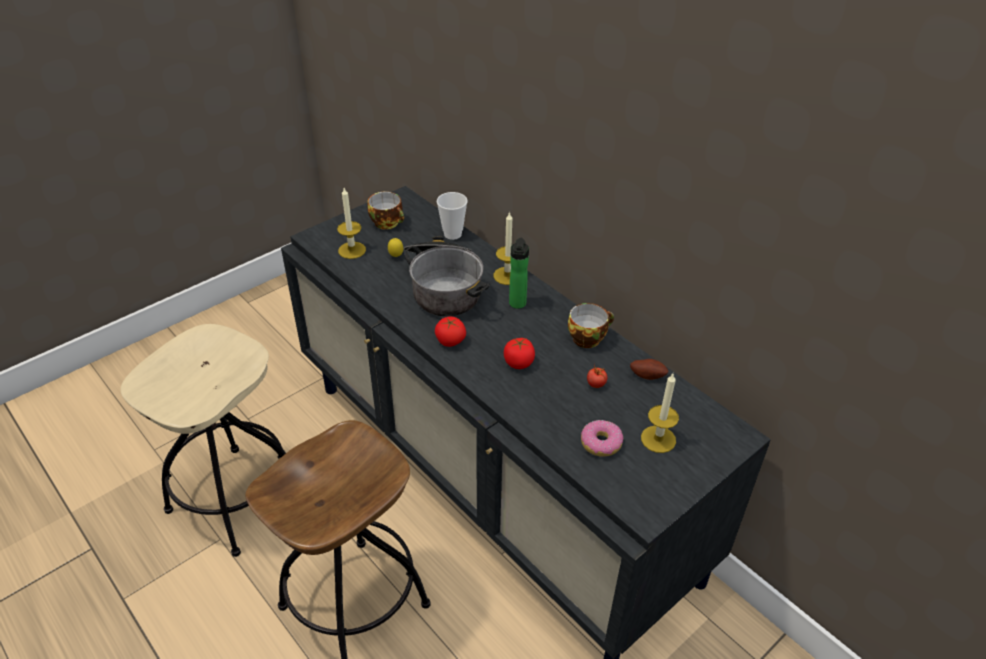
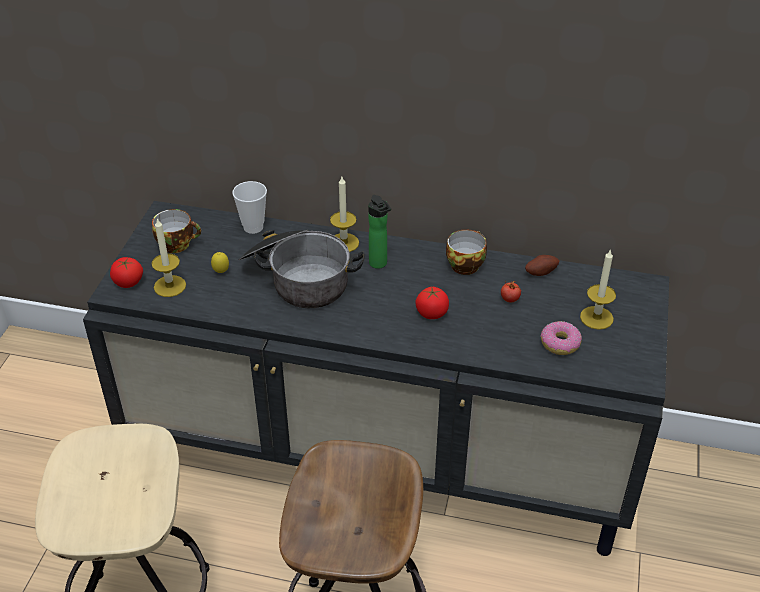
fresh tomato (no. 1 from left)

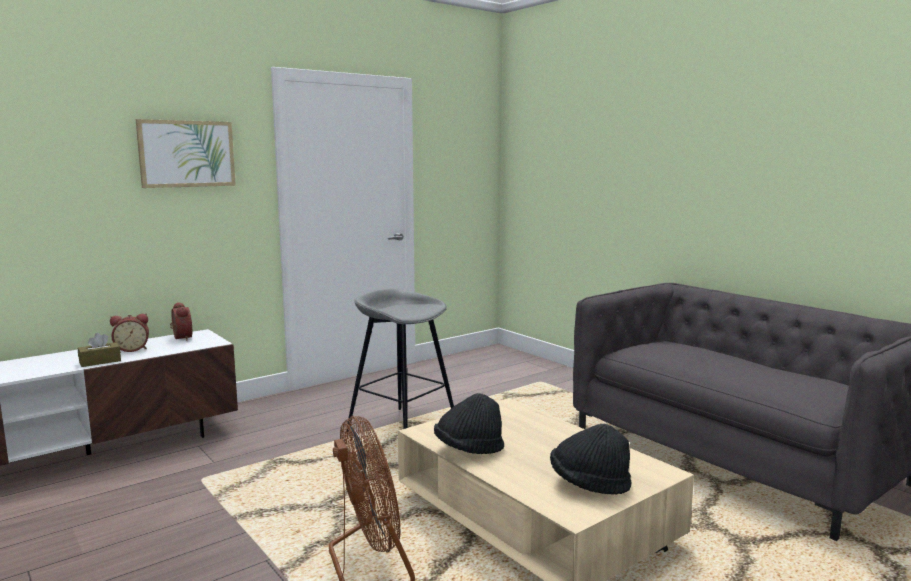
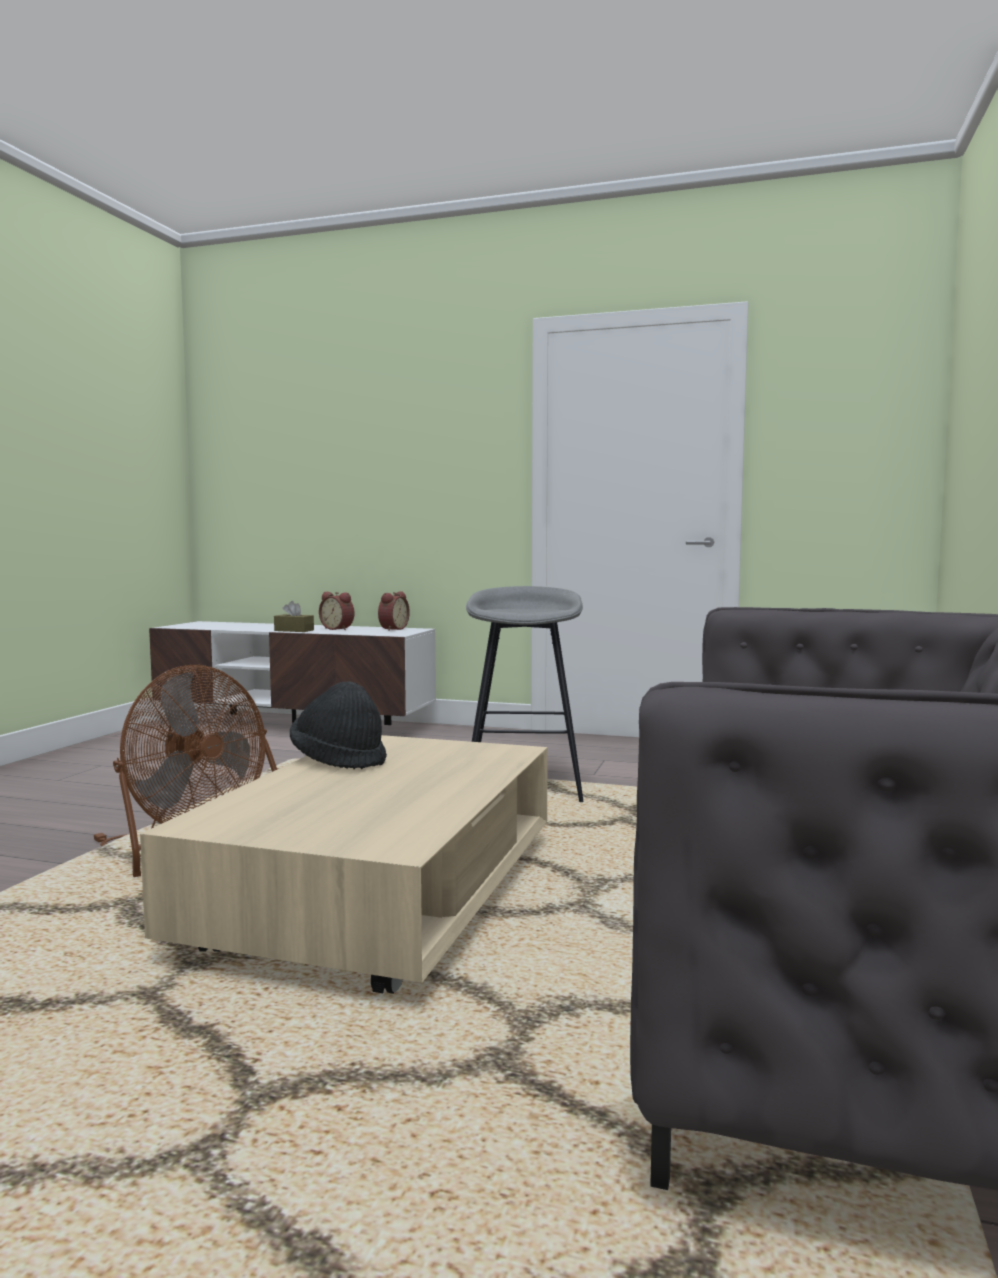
picture
black-coloured clothing hat (no. 2 from left in the first image)

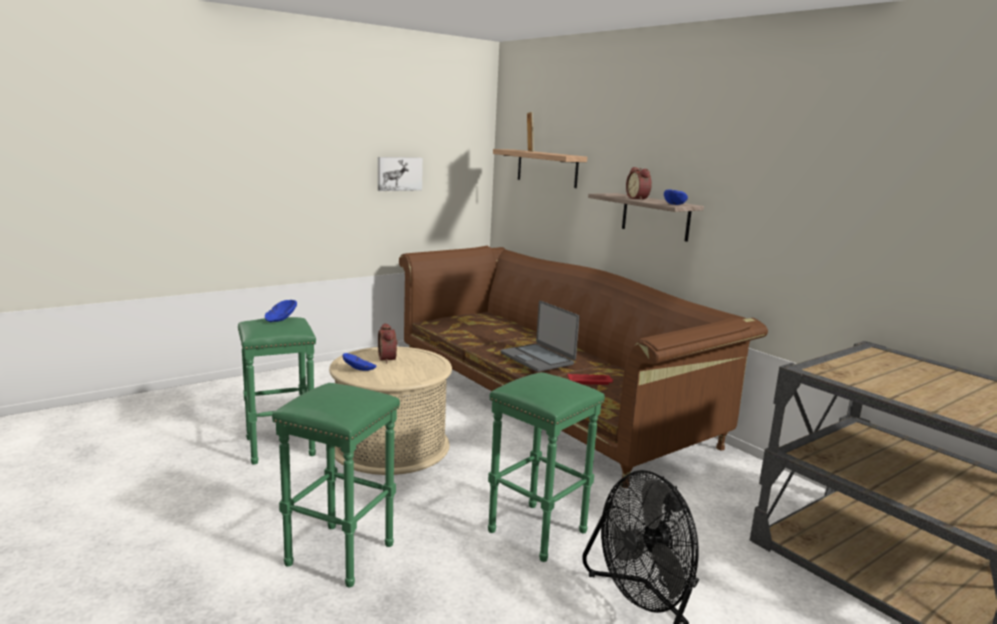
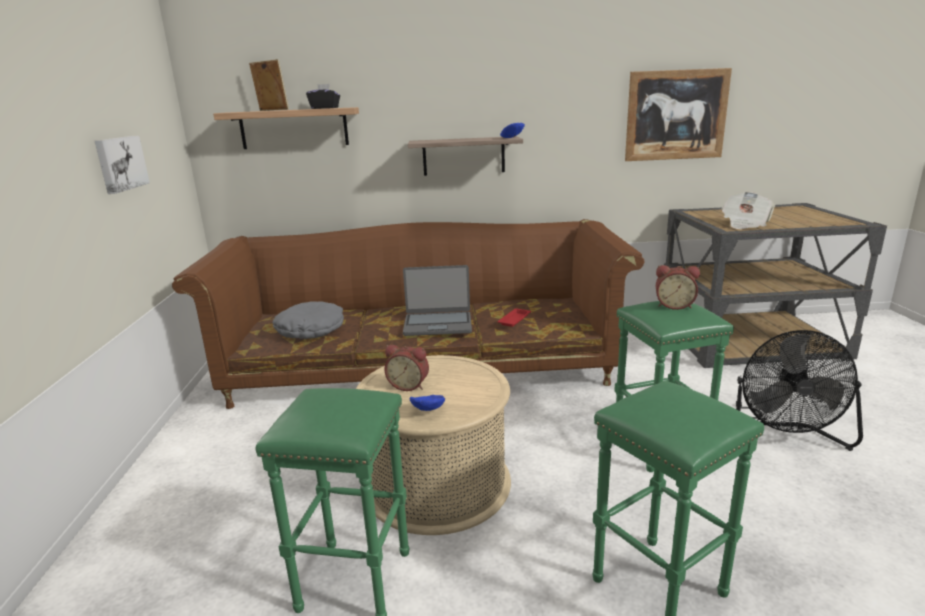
bluish serving bowl (no. 1 from left in the first image)
gray pillow
black-coloured tissue holder
picture (no. 2 from left)
daily paper
alarm clock (no. 2 from left)

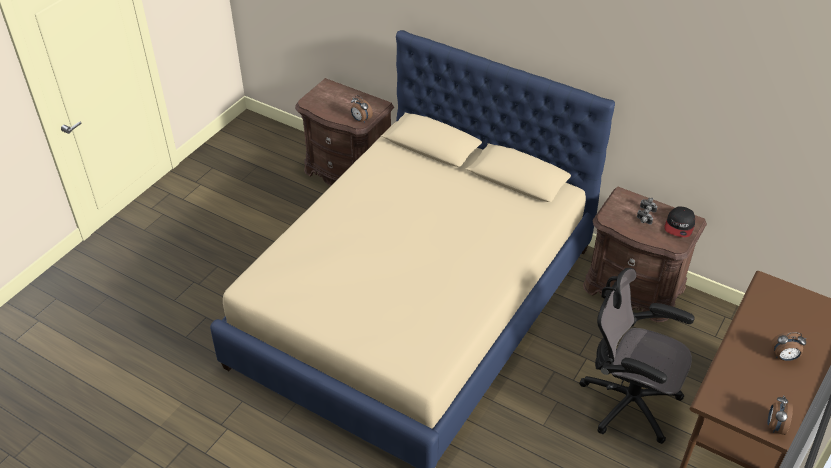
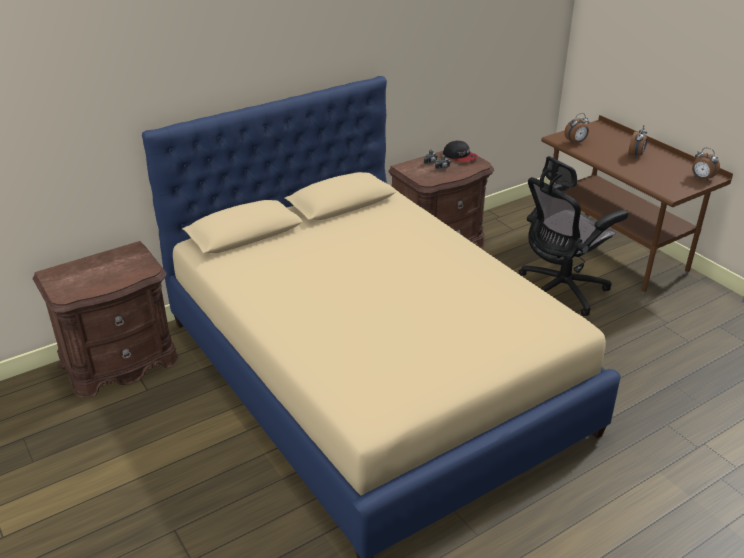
alarm clock (no. 1 from left)

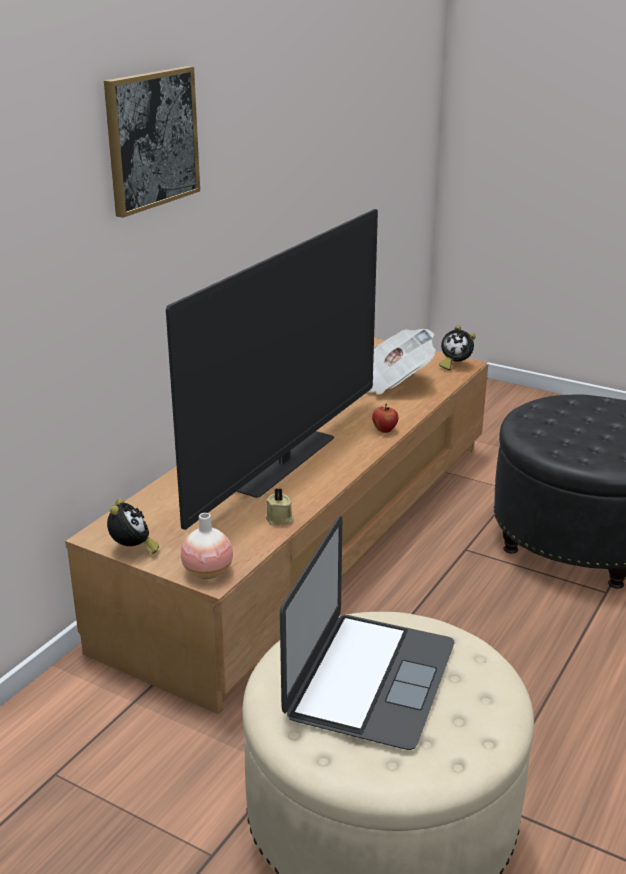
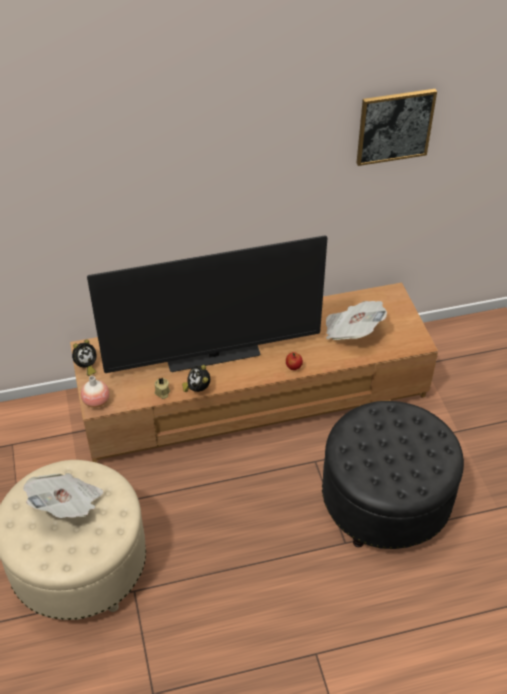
picture
alarm clock (no. 2 from left)
daily paper (no. 1 from left)

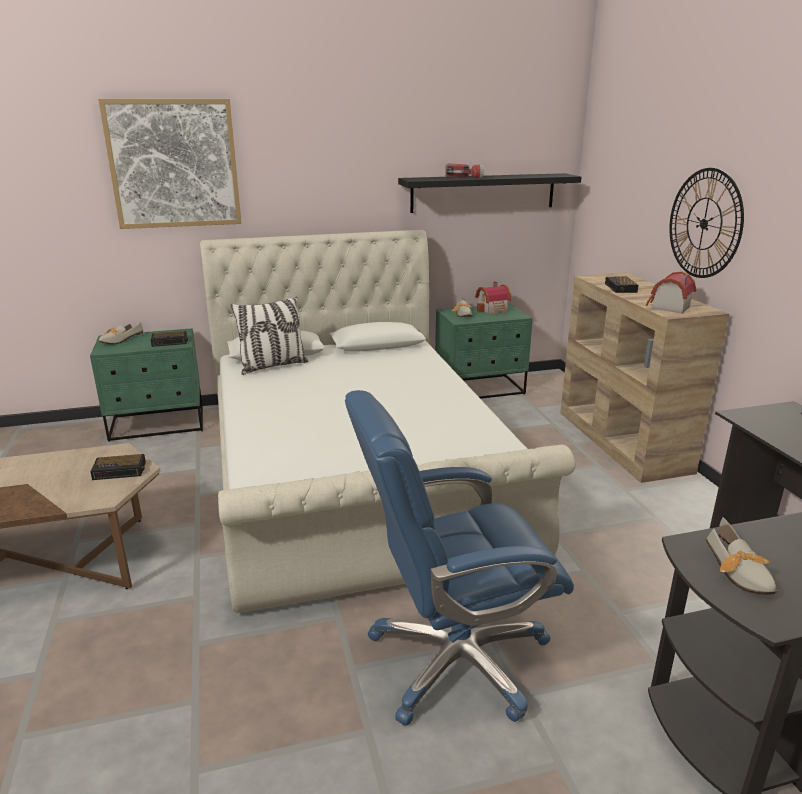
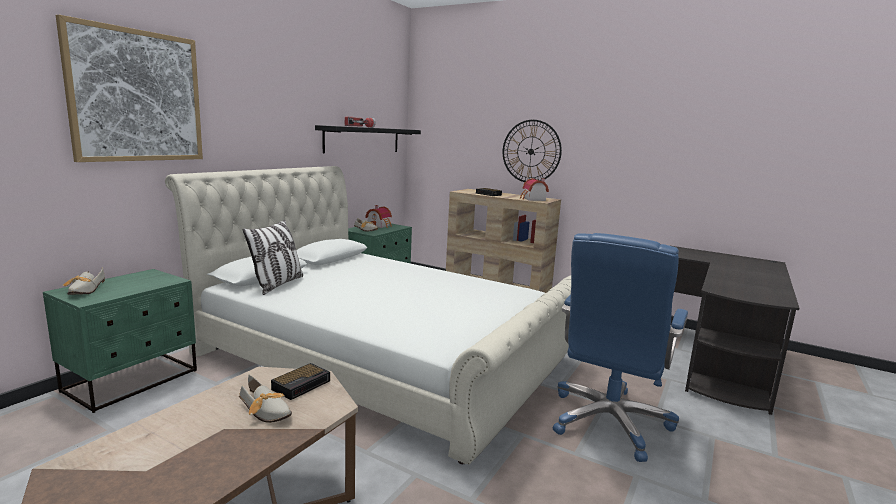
alarm clock (no. 2 from left in the first image)
item of footwear (no. 2 from left)

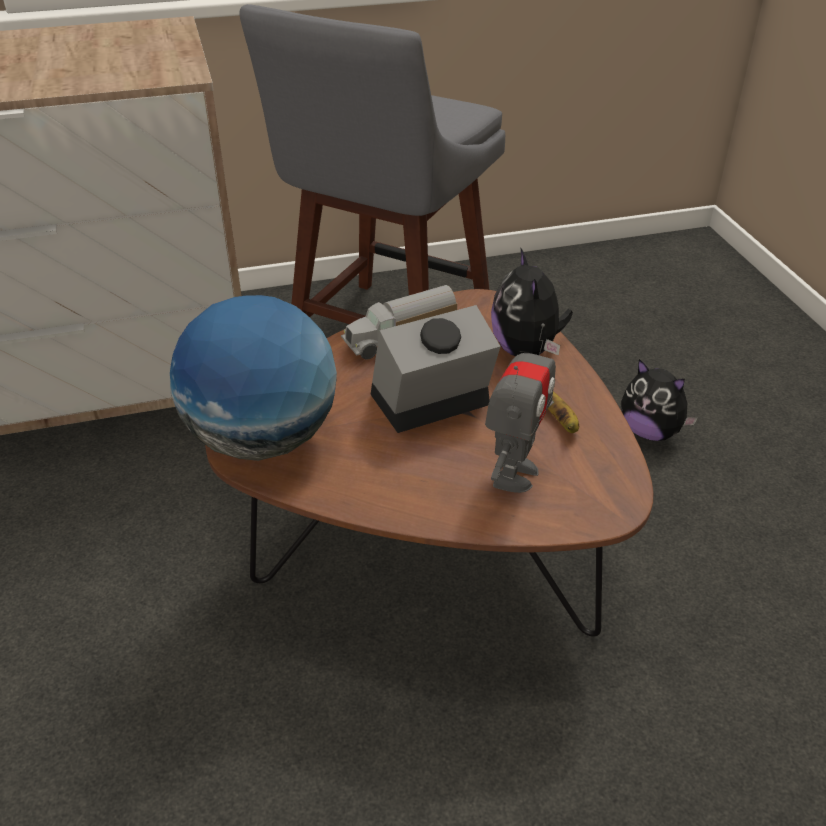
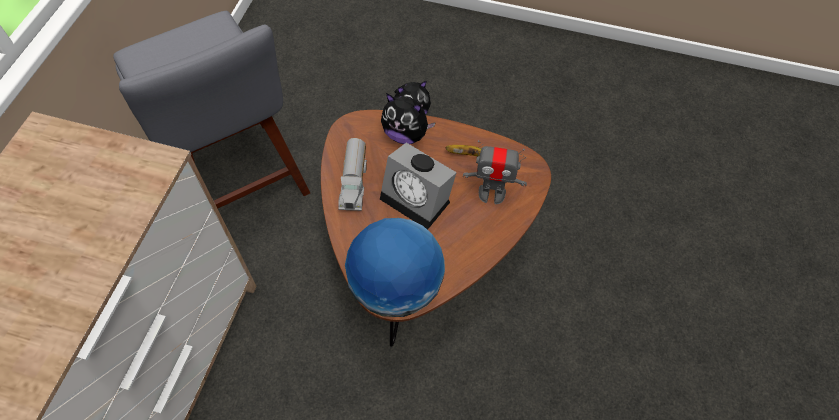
alarm clock
robot figure

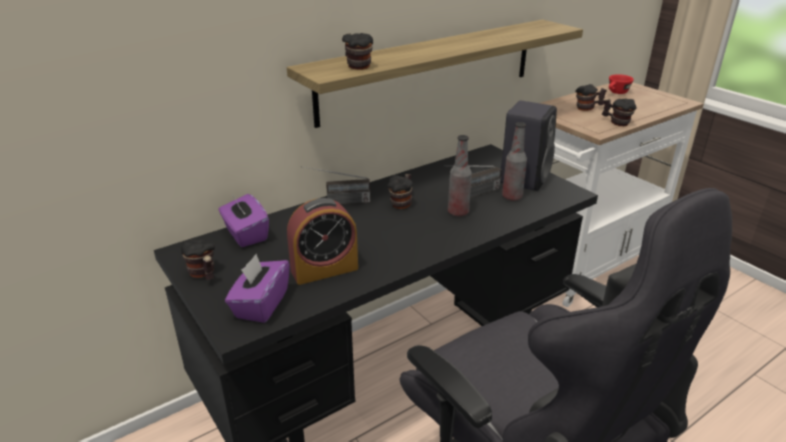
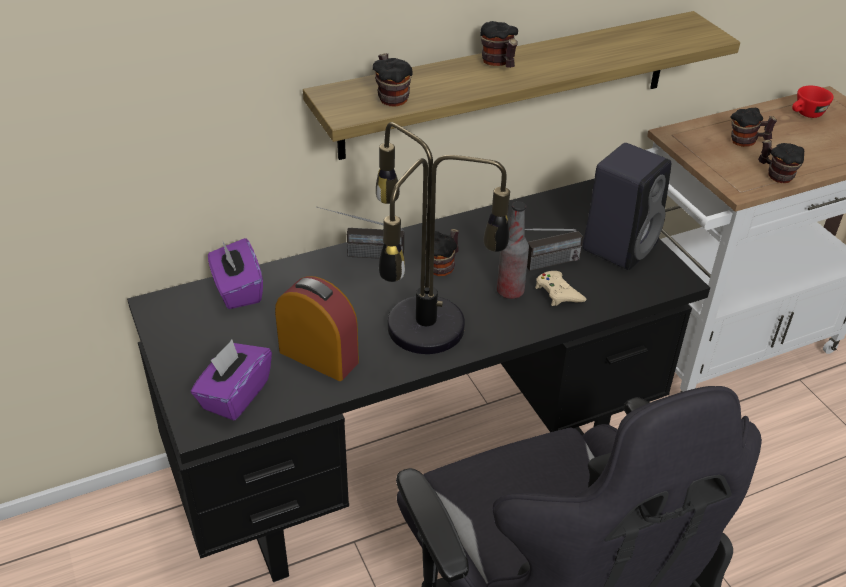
drink bottle (no. 2 from left in the first image)
tabletop lamp
sand-coloured game controller
mug (no. 3 from left)
alarm clock

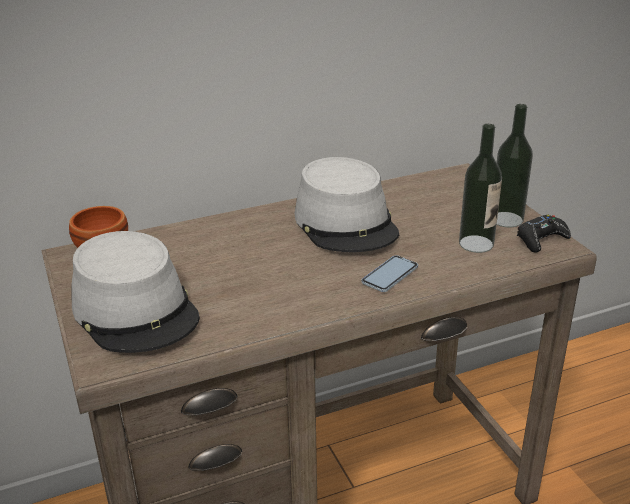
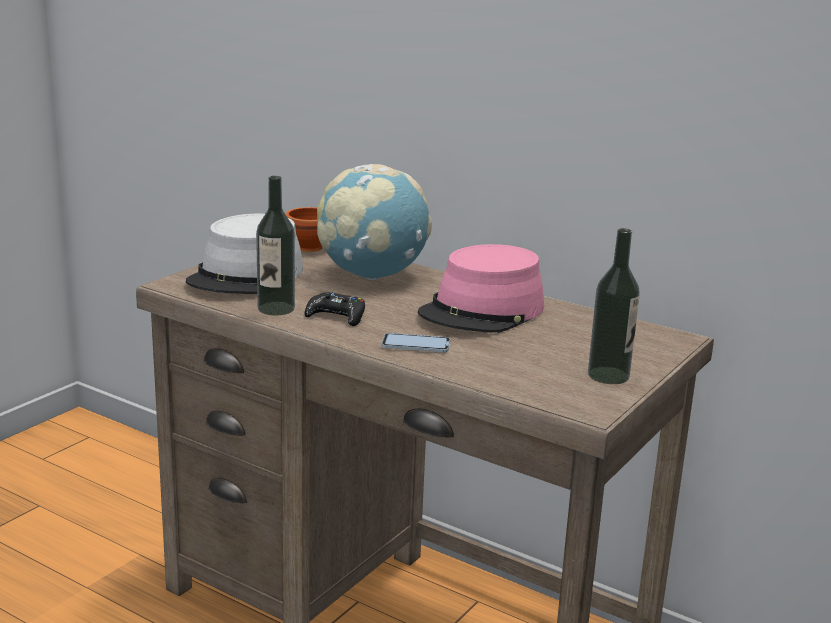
world globe
drink bottle (no. 1 from left)
black-coloured game controller
pinkish clothing hat

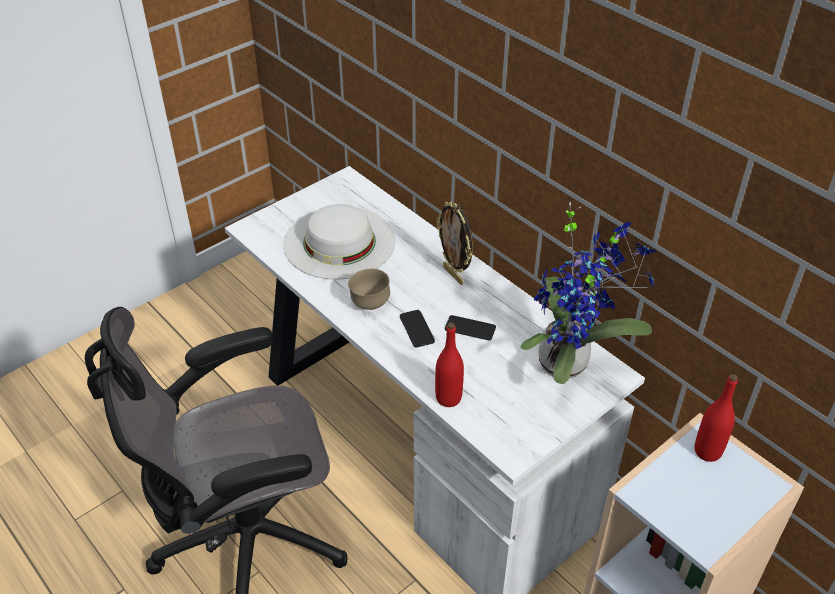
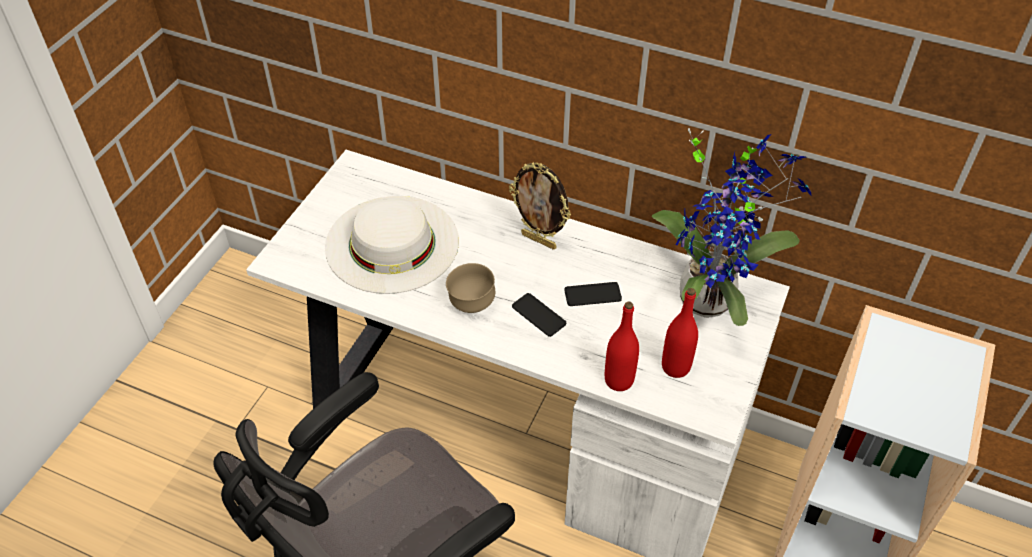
red-coloured drink bottle (no. 2 from left)

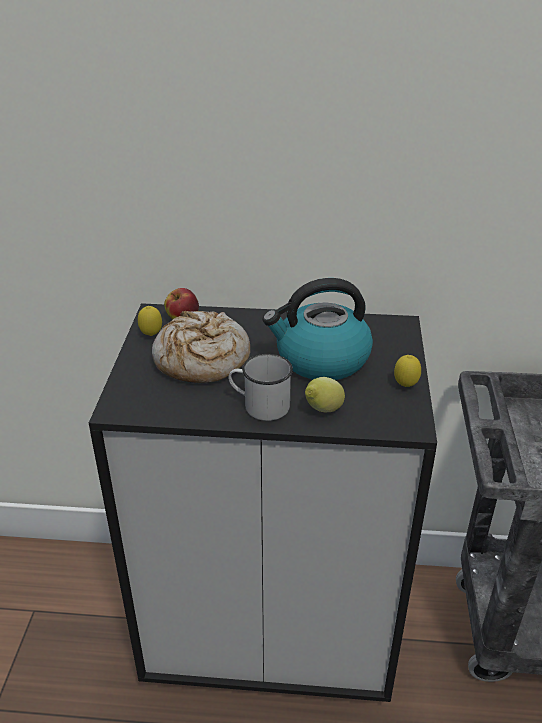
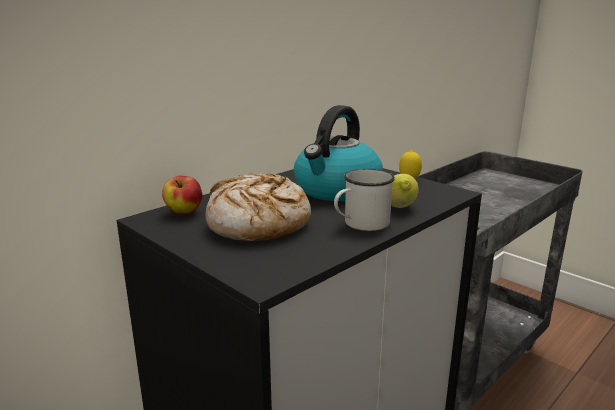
citrus fruit (no. 1 from left in the first image)

